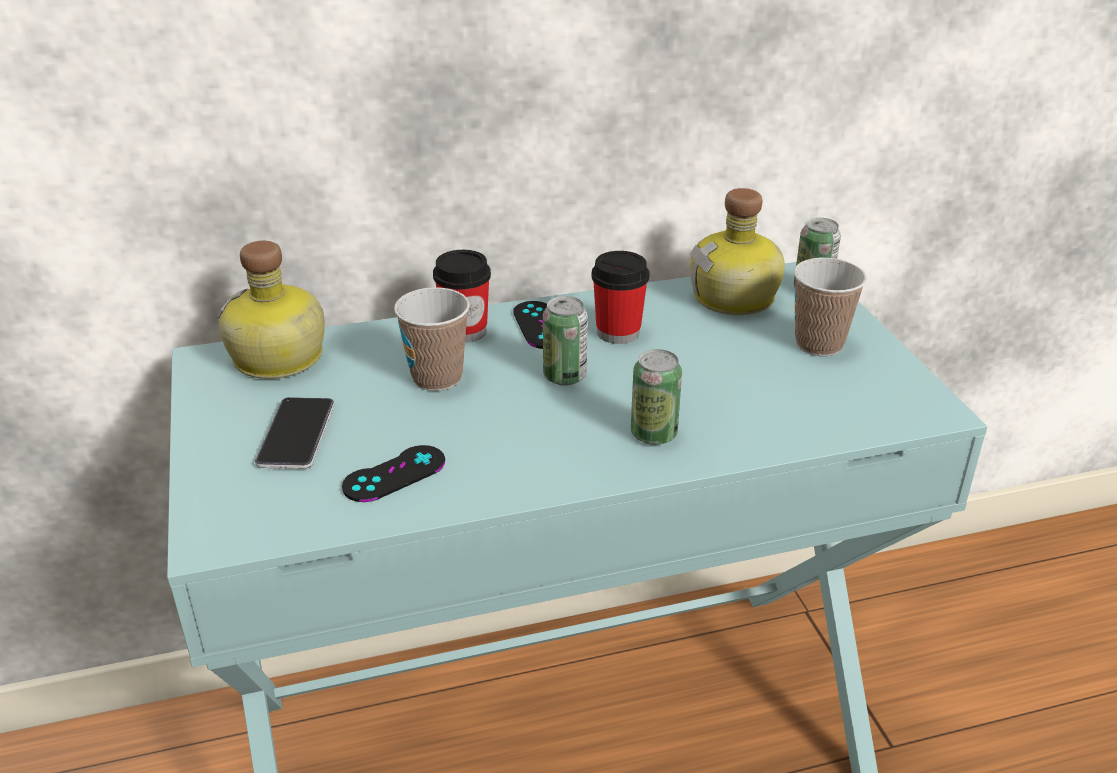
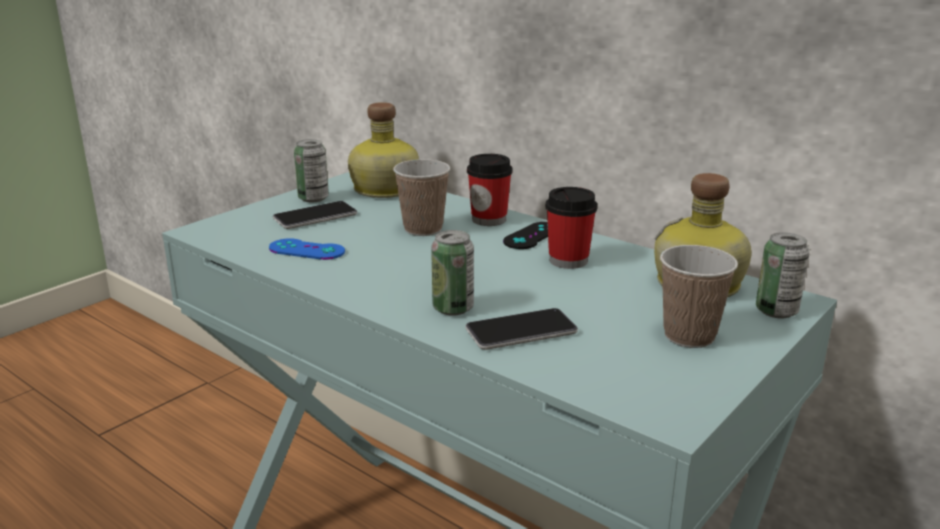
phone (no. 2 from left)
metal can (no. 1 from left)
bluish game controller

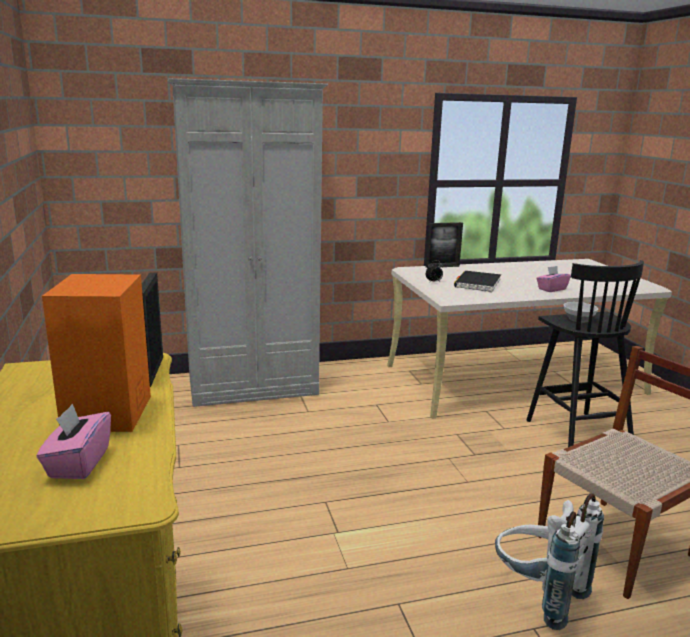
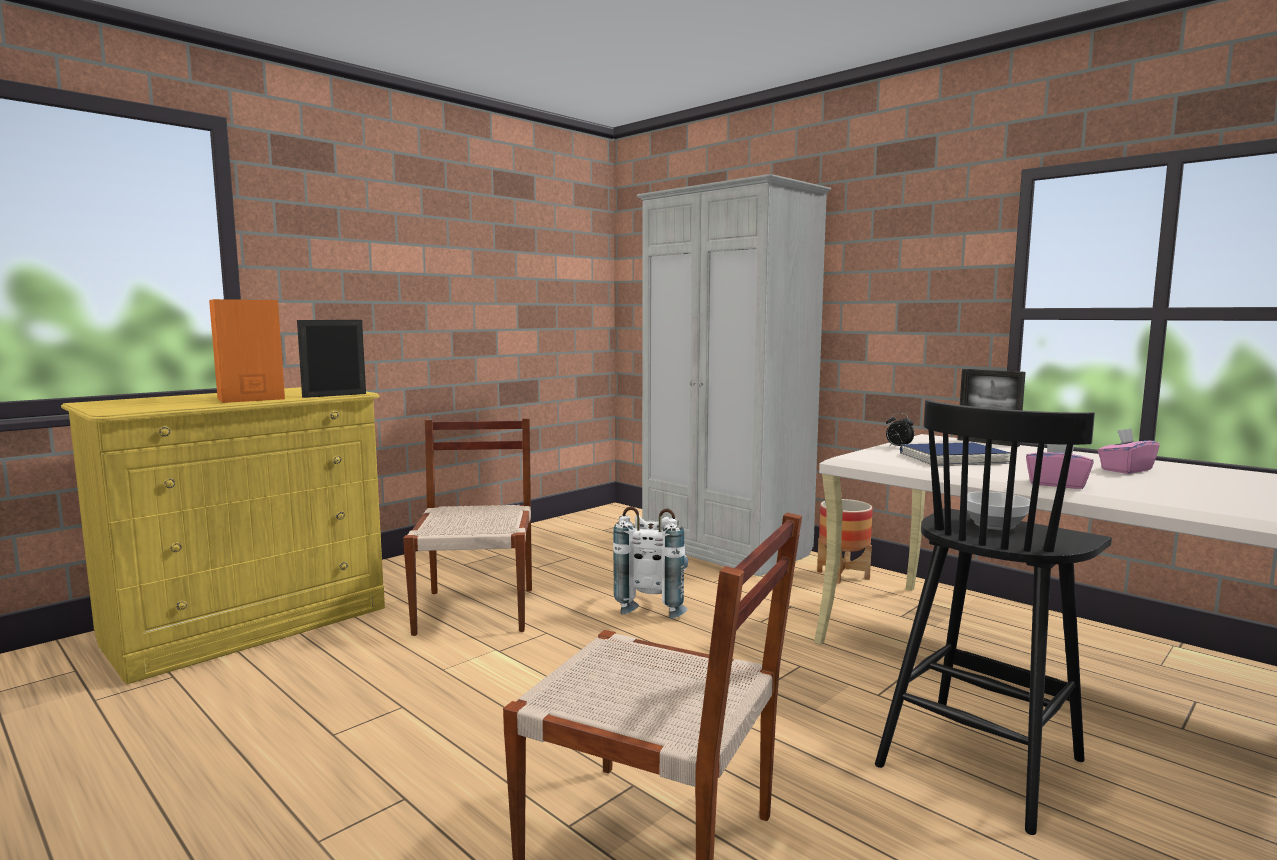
upright chair (no. 1 from left)
planter
pinkish tissue holder (no. 2 from left)
white-coloured rucksack
bluish book

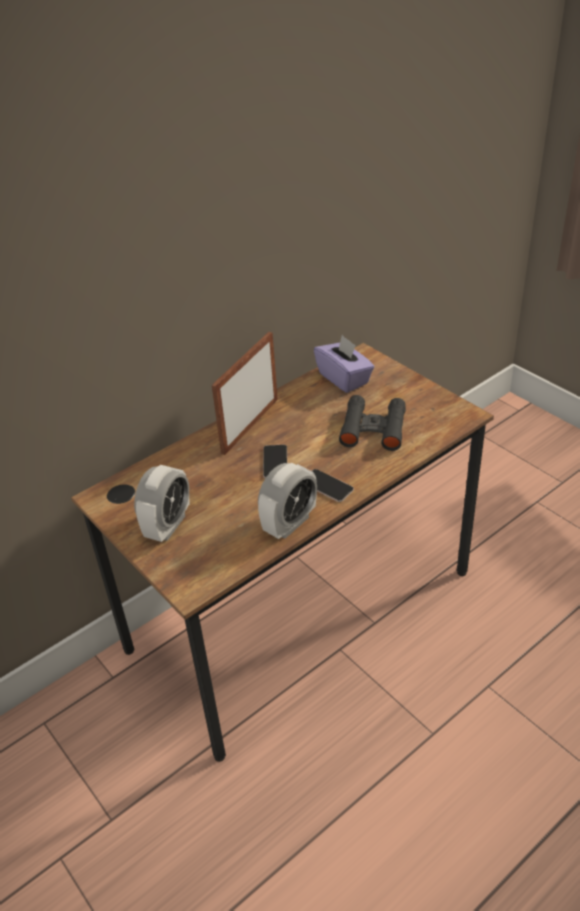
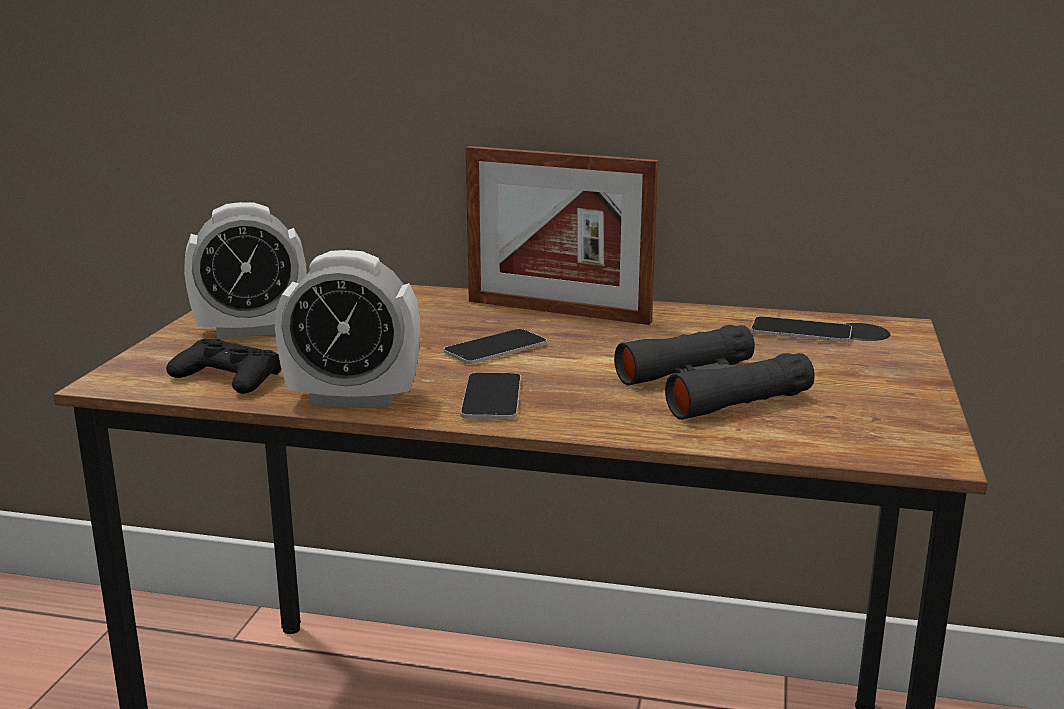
black-coloured game controller
phone (no. 3 from left)
photo frame

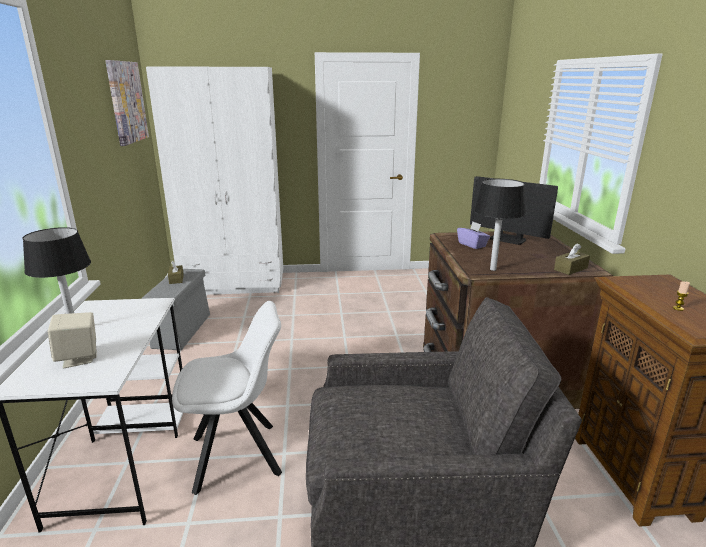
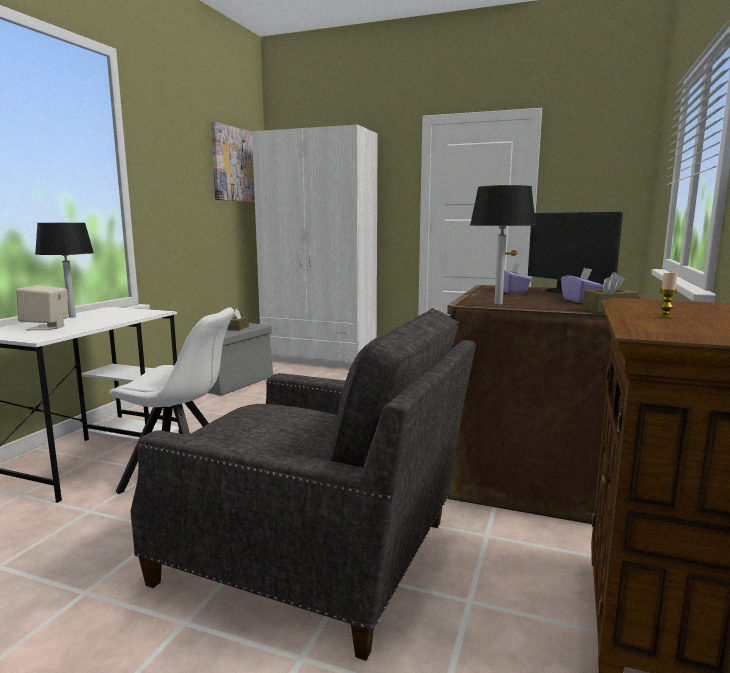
purplish tissue holder (no. 2 from left)

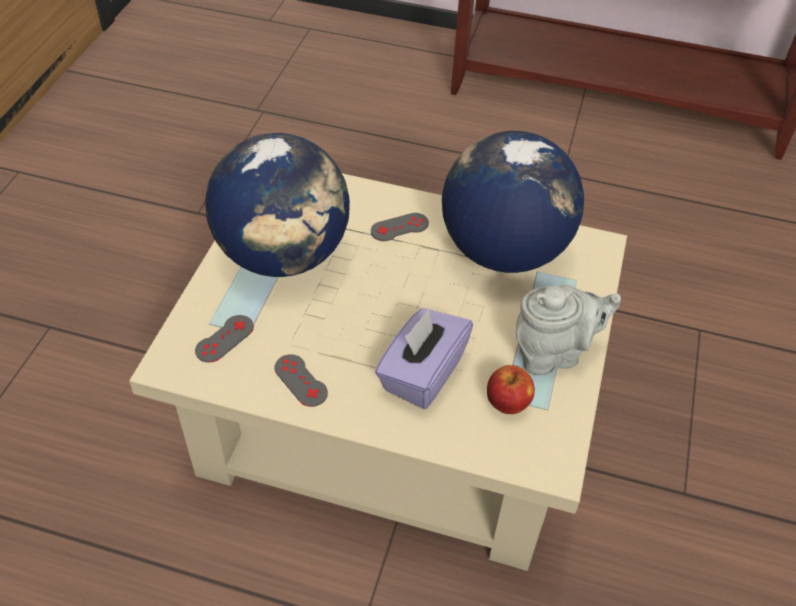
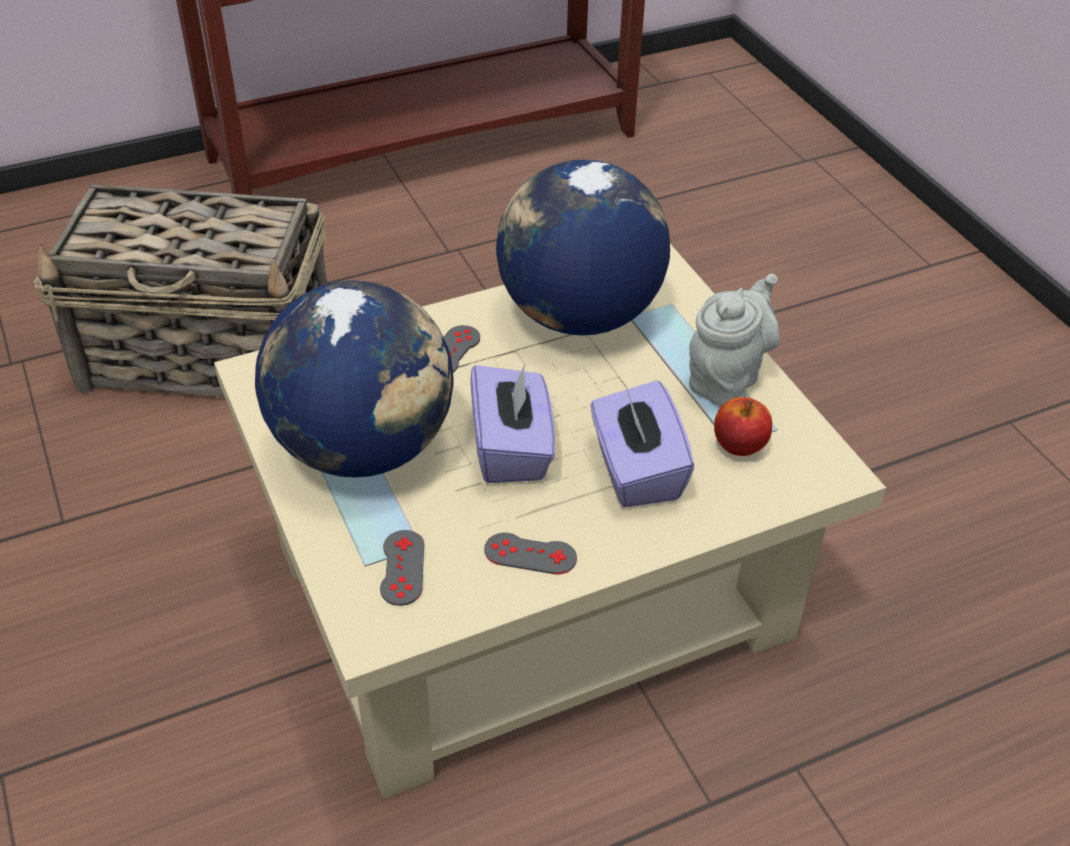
household basket
purplish tissue holder (no. 1 from left)

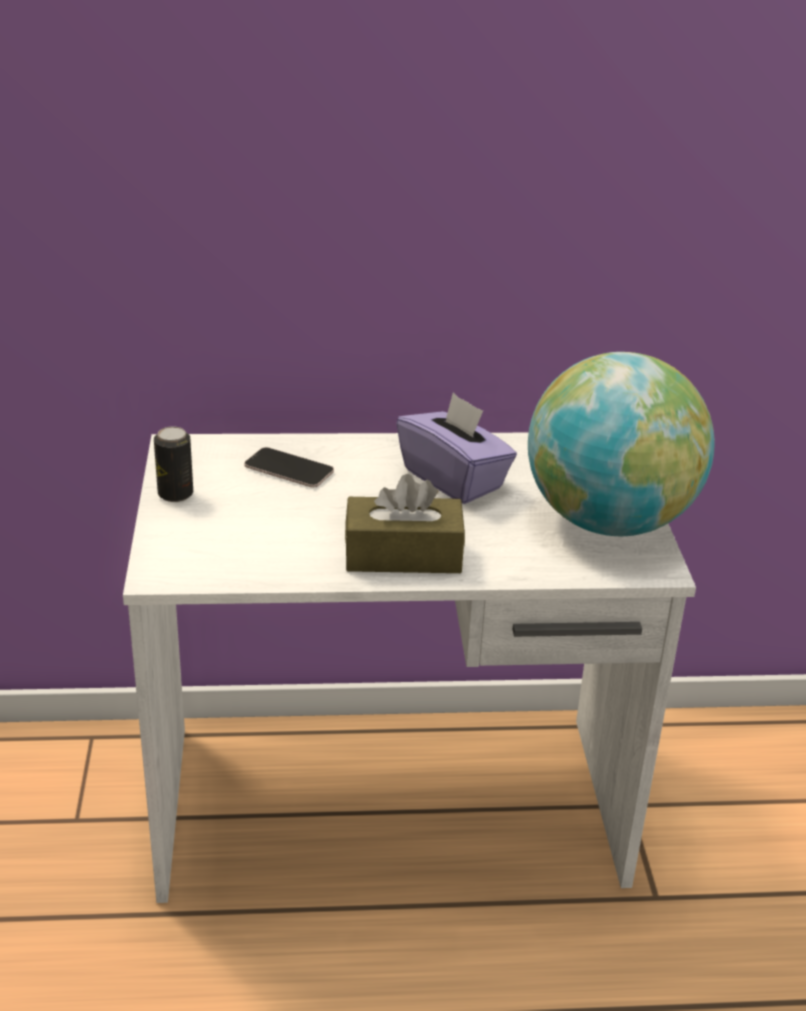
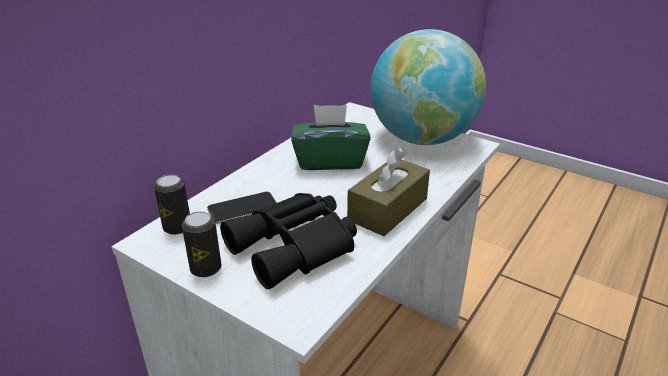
metal can (no. 1 from left)
black-coloured field glasses
green tissue holder

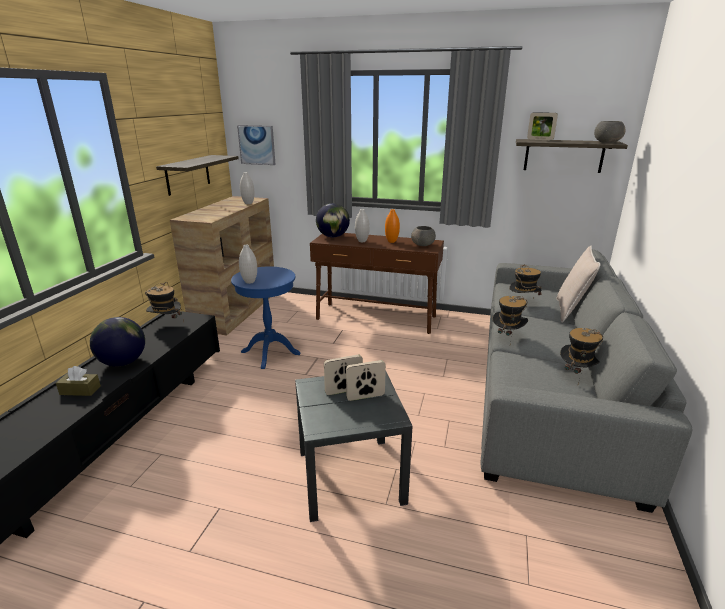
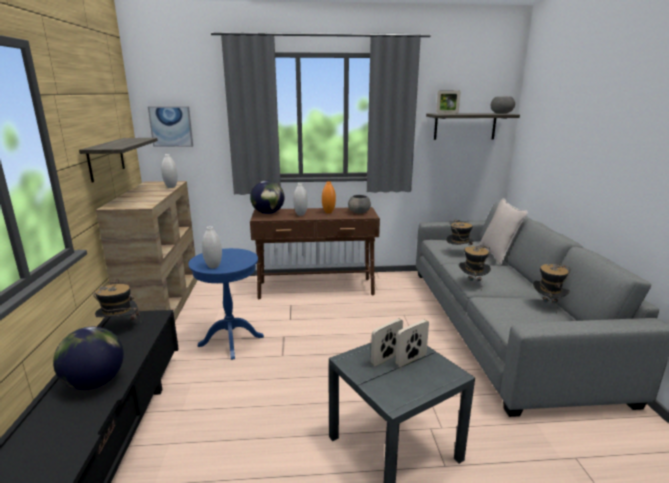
brown-coloured tissue holder

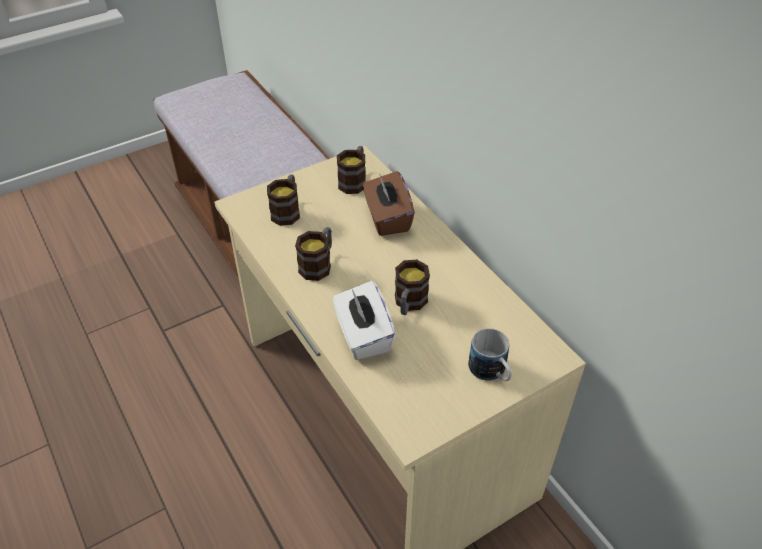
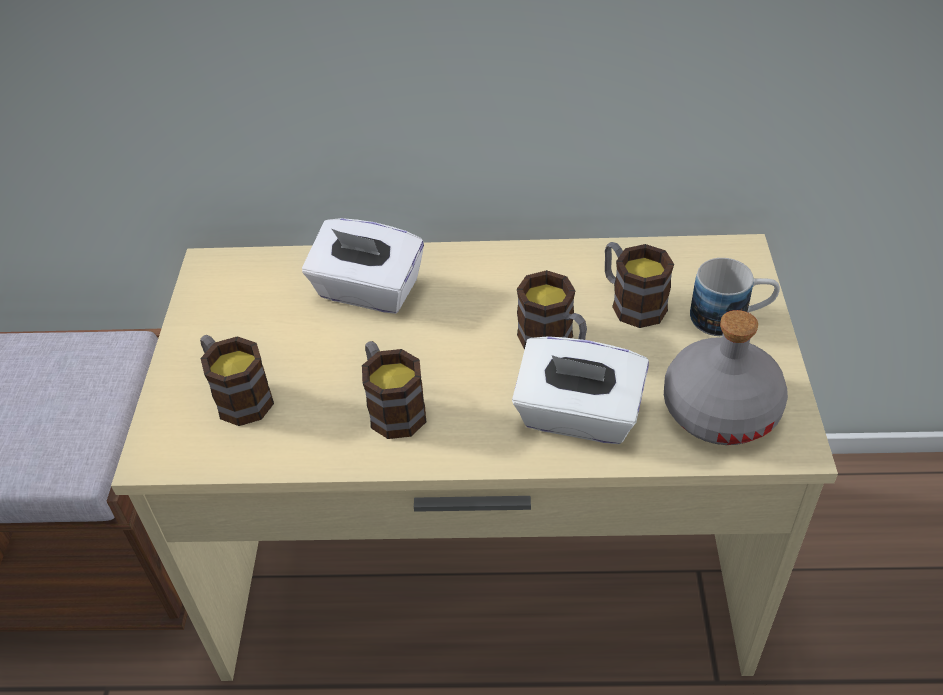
gray drink bottle
mug (no. 4 from left)
white-coloured tissue holder (no. 1 from left)

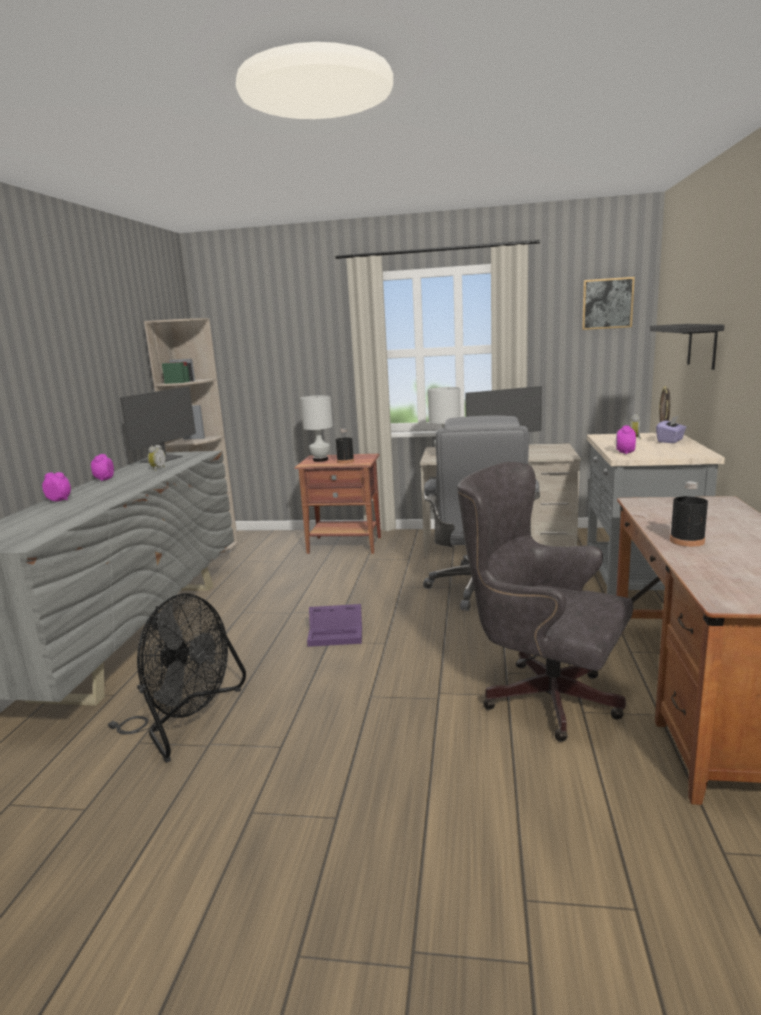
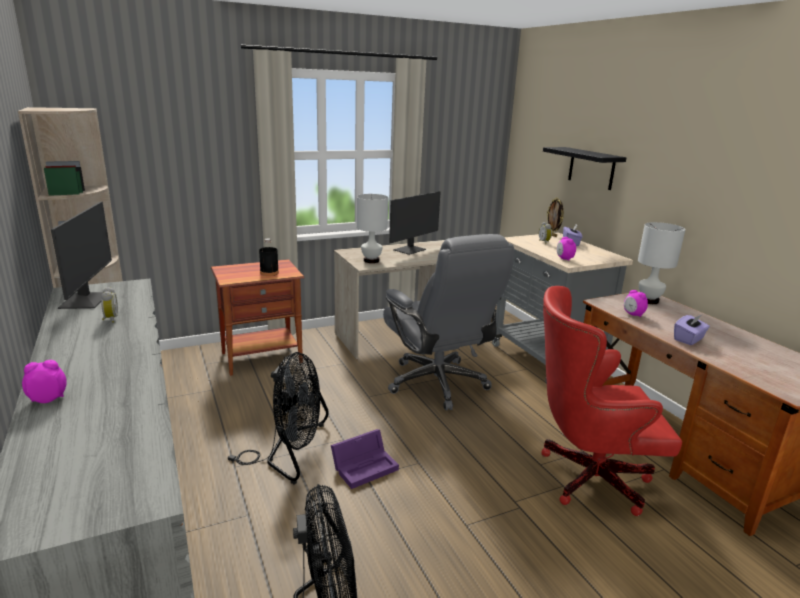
picture
black-coloured fan (no. 1 from left)
alarm clock (no. 5 from left)
white-coloured tabletop lamp (no. 2 from left)
purplish tissue holder (no. 2 from left)
red-coloured desk chair

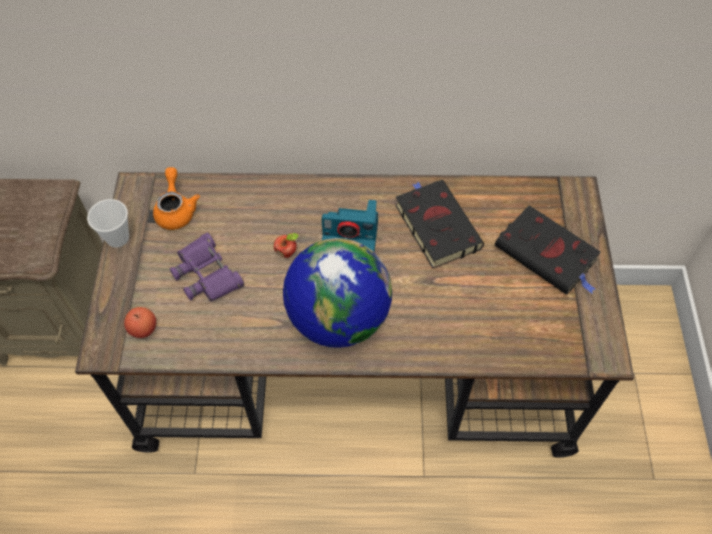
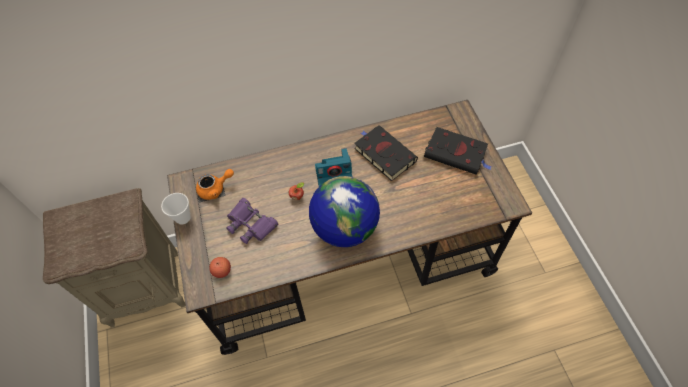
orange-coloured tea pot

